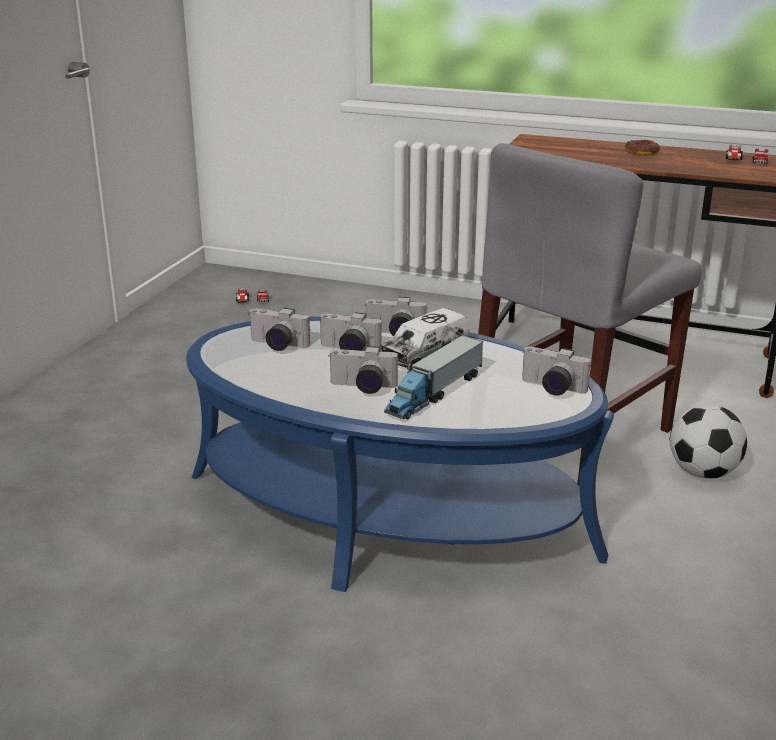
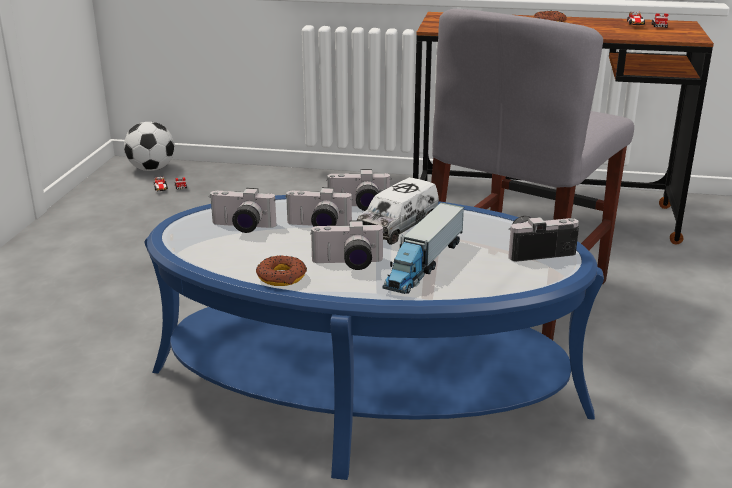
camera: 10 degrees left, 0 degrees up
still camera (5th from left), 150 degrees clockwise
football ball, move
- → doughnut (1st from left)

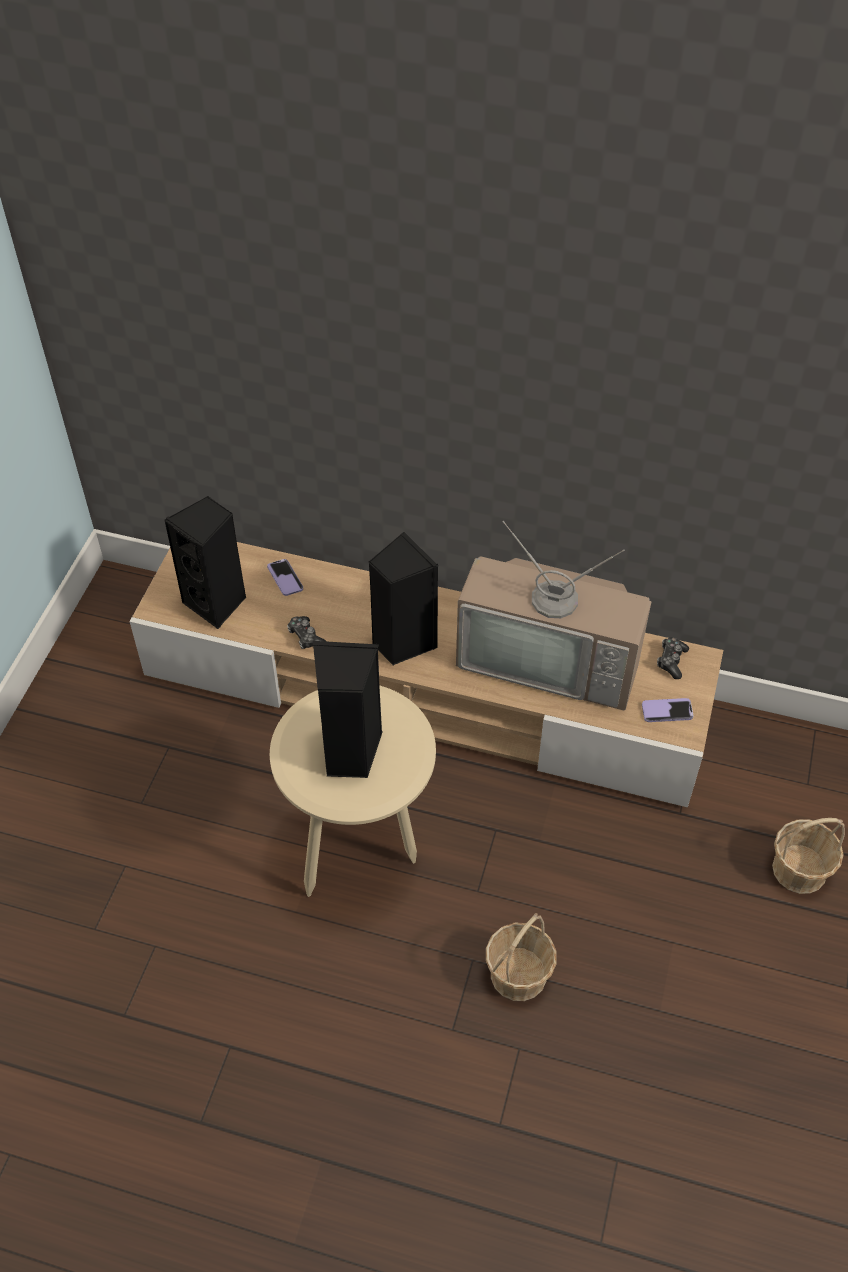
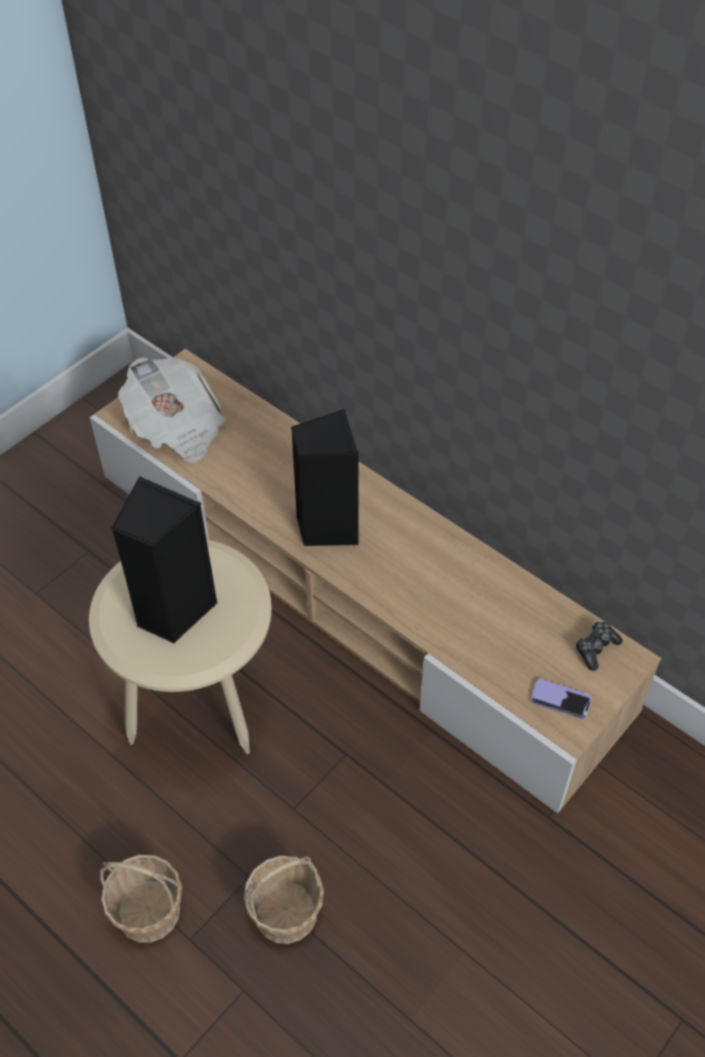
camera: 25 degrees right, 0 degrees up
speaker/blackish (1st from left) → daily paper
telephone (1st from left) → -
joypad (1st from left) → -
TV → -
household basket (2nd from left in the first image) → household basket (1st from left), move

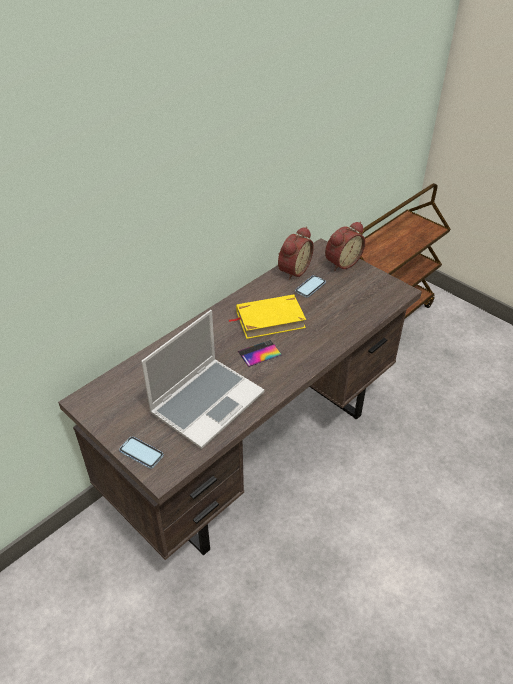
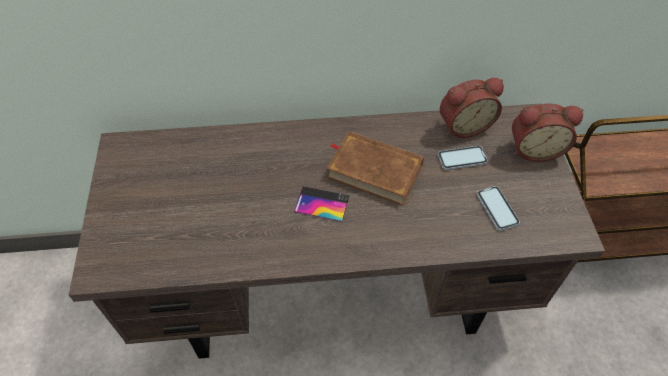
camera: 40 degrees right, 10 degrees up
telephone (1st from left in the first image) → telephone (3rd from left), move
laptop → -
volume/yellow → volume/brownish

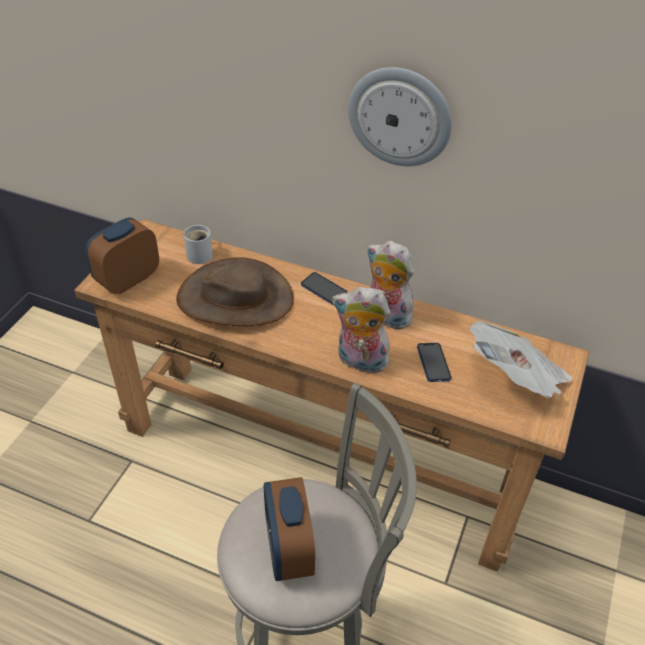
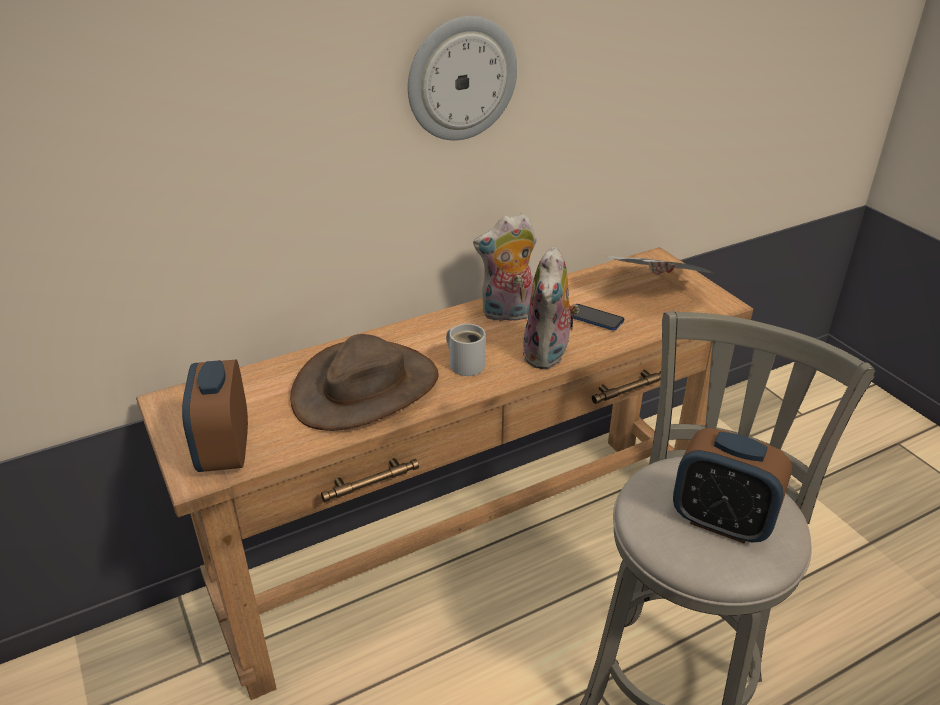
camera: 50 degrees left, 10 degrees down
coffee mug/white, move
telephone (1st from left) → -
cuddly toy (1st from left in the first image) → cuddly toy (2nd from left), 45 degrees counterclockwise

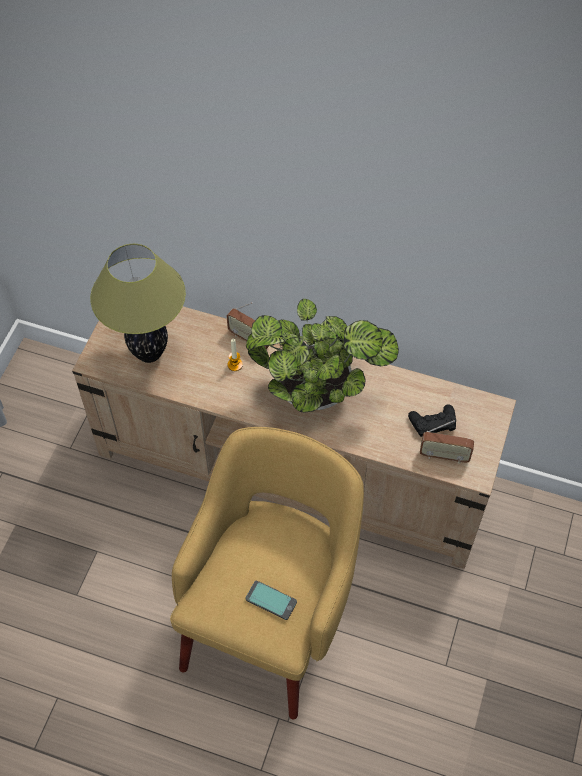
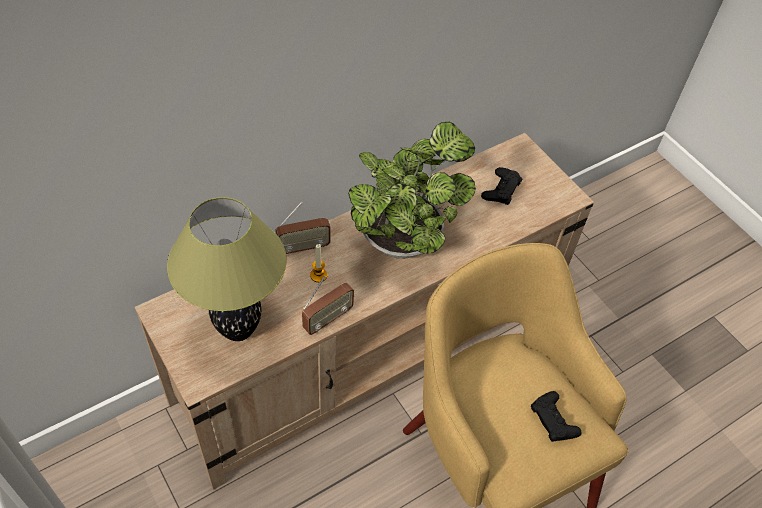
camera: 55 degrees left, 5 degrees down
telephone → joypad/blackish (2nd from left)
radio (2nd from left), move

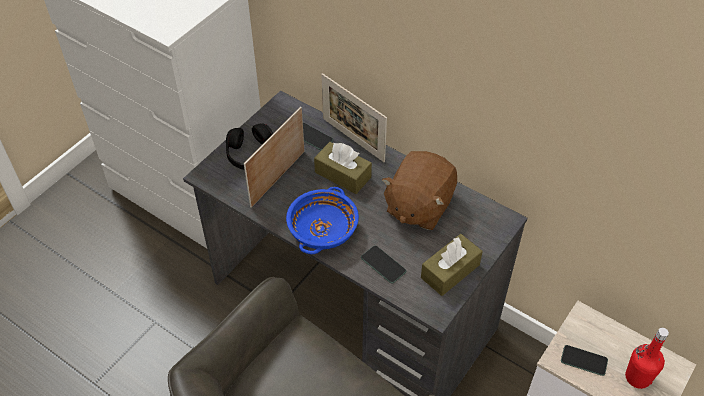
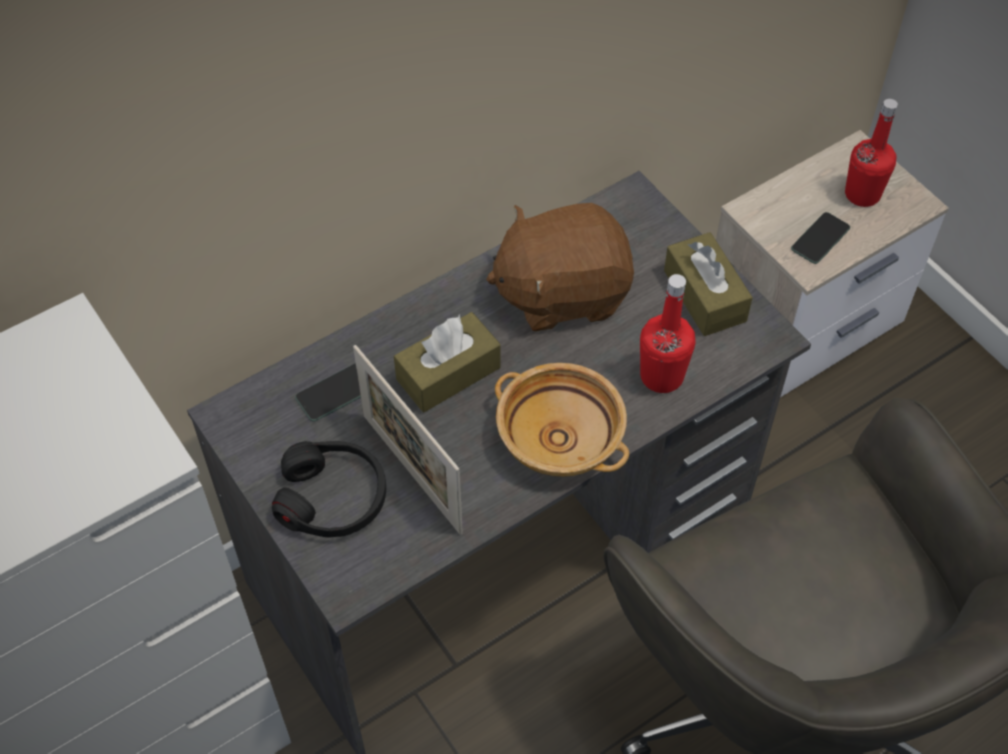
camera: 70 degrees left, 5 degrees up
serving bowl/blue → serving bowl/beige-coloured
photo frame (2nd from left) → -
telephone (2nd from left) → drink bottle/red (1st from left)
cuddly toy/brownish, 120 degrees clockwise

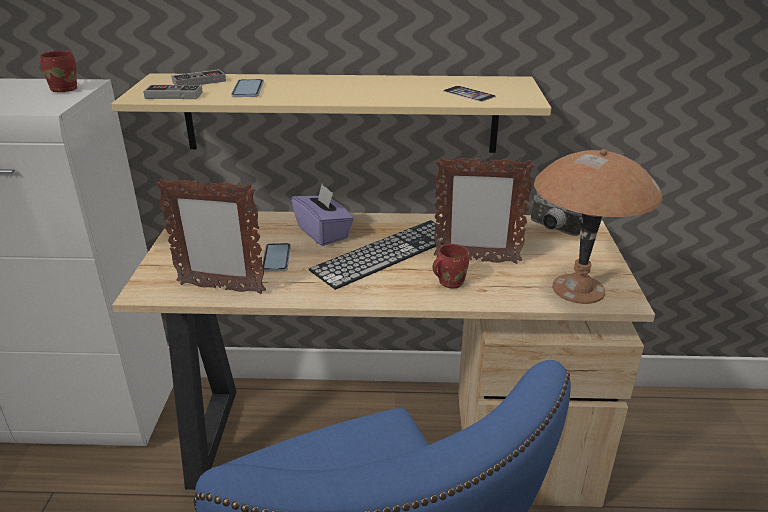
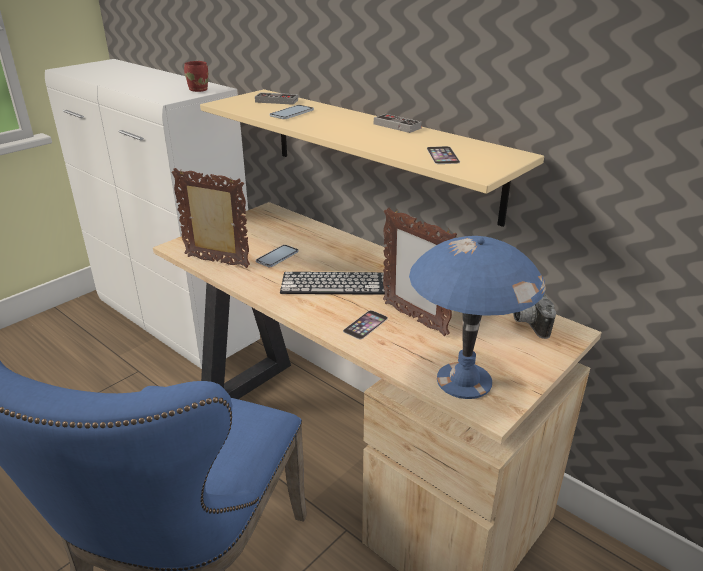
camera: 40 degrees right, 0 degrees up
joypad (1st from left in the first image) → joypad (2nd from left), move
photo frame (1st from left), 150 degrees clockwise
box of tissues/purplish → -
coffee mug/red (2nd from left) → telephone (3rd from left)
table lamp/brownish → table lamp/blue

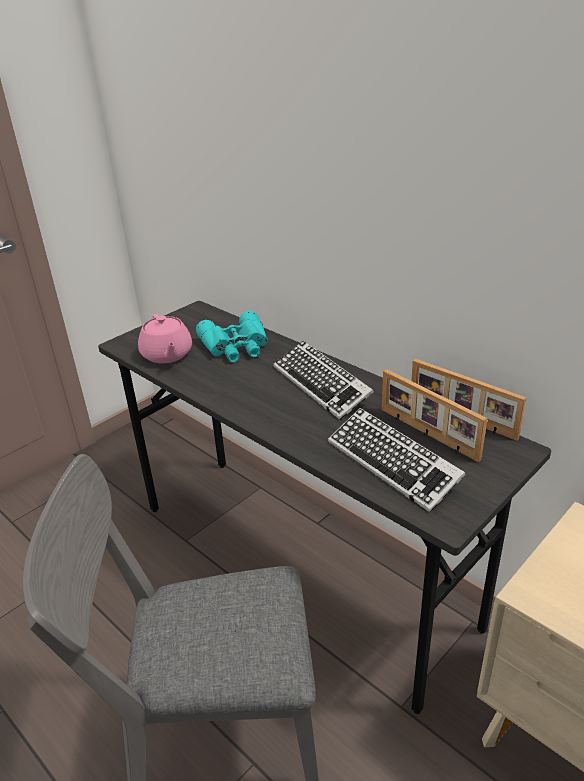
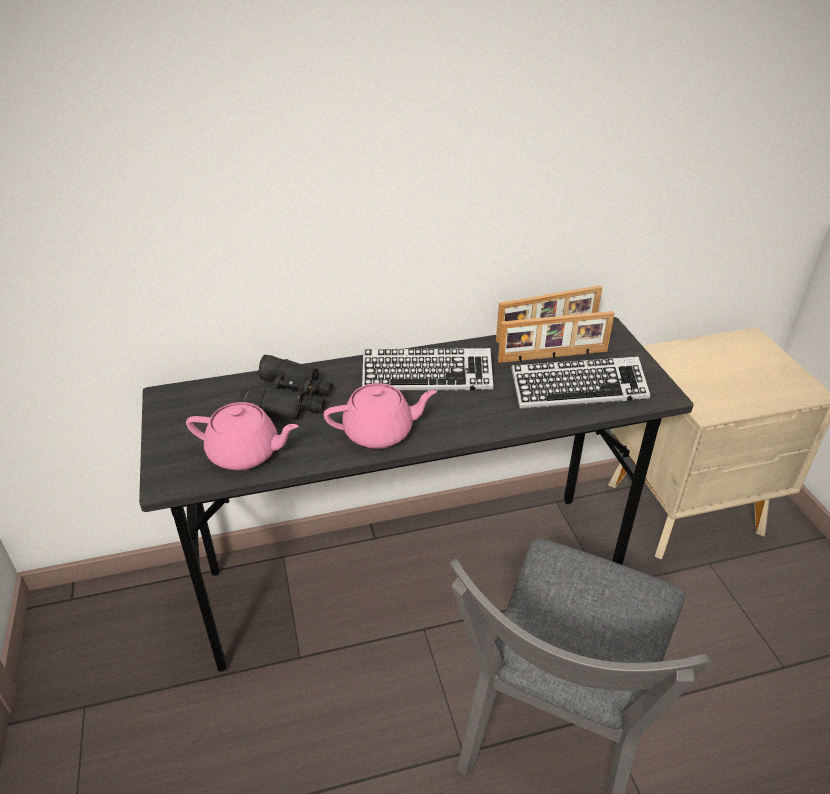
camera: 60 degrees left, 5 degrees up
field glasses/blue-green → field glasses/blackish
- → pot for tea/pinkish (2nd from left)

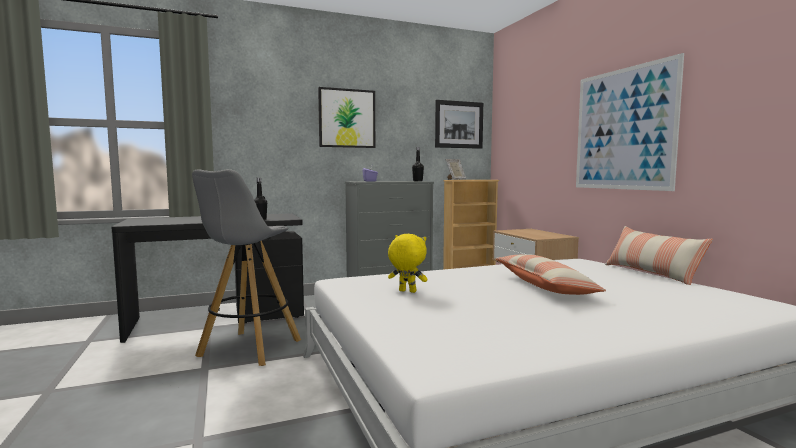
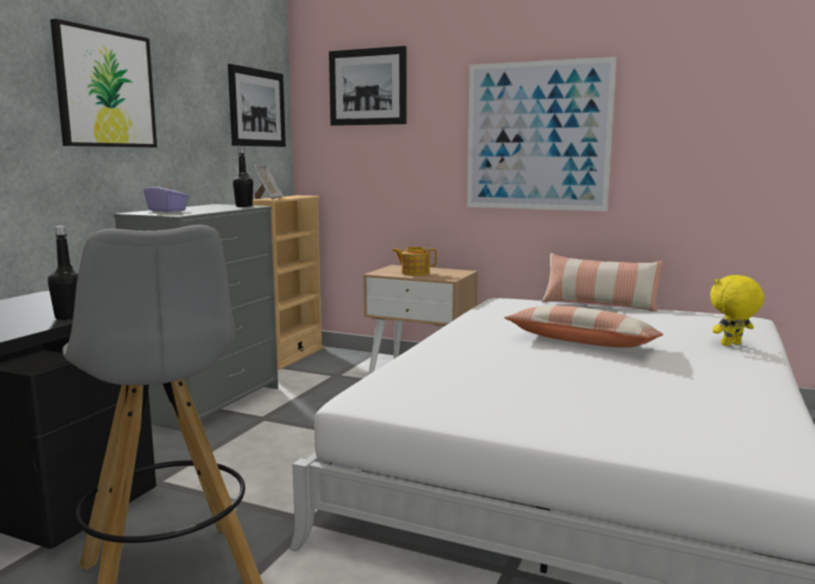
camera: 45 degrees left, 5 degrees up
cuddly toy/yellow, move
- → wall picture (3rd from left)
- → pot for tea

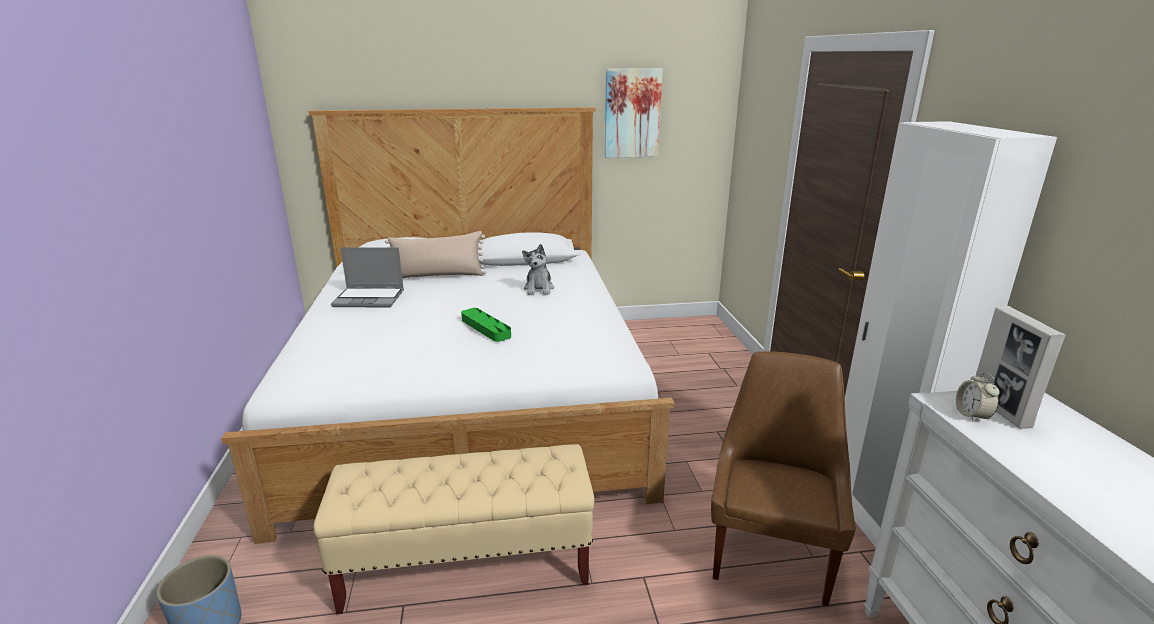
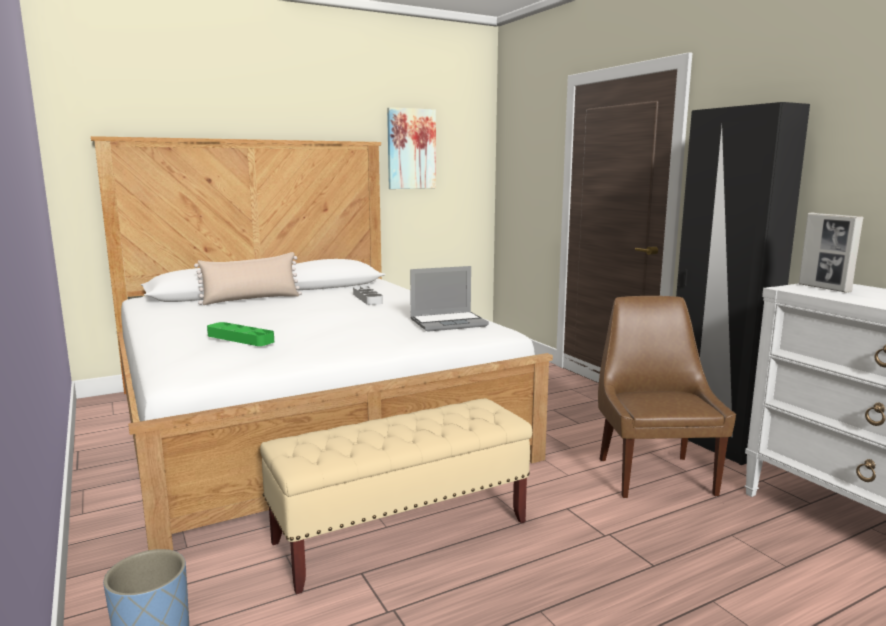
camera: 20 degrees left, 10 degrees down
laptop, move
carrying tray/green, move
cuddly toy → carrying tray/grey
wardrobe/white → wardrobe/blackish
alarm clock → -

